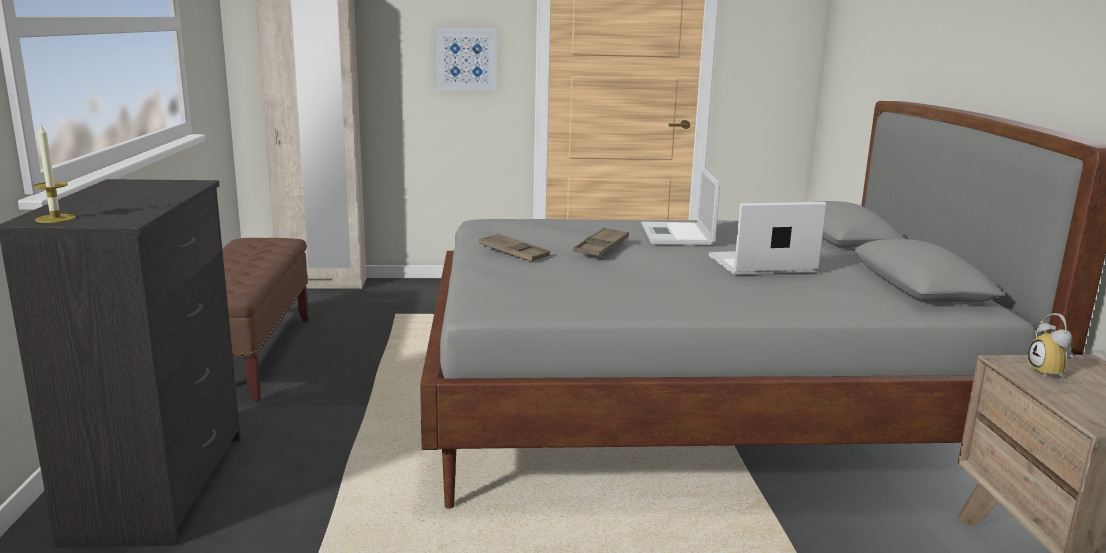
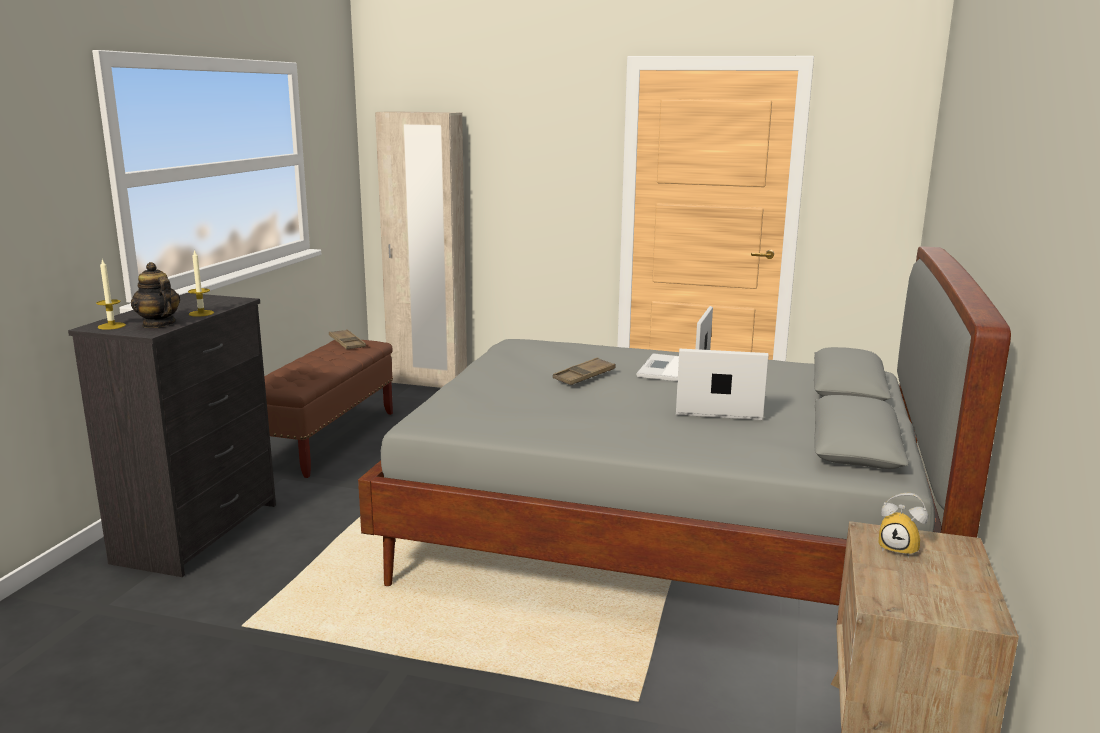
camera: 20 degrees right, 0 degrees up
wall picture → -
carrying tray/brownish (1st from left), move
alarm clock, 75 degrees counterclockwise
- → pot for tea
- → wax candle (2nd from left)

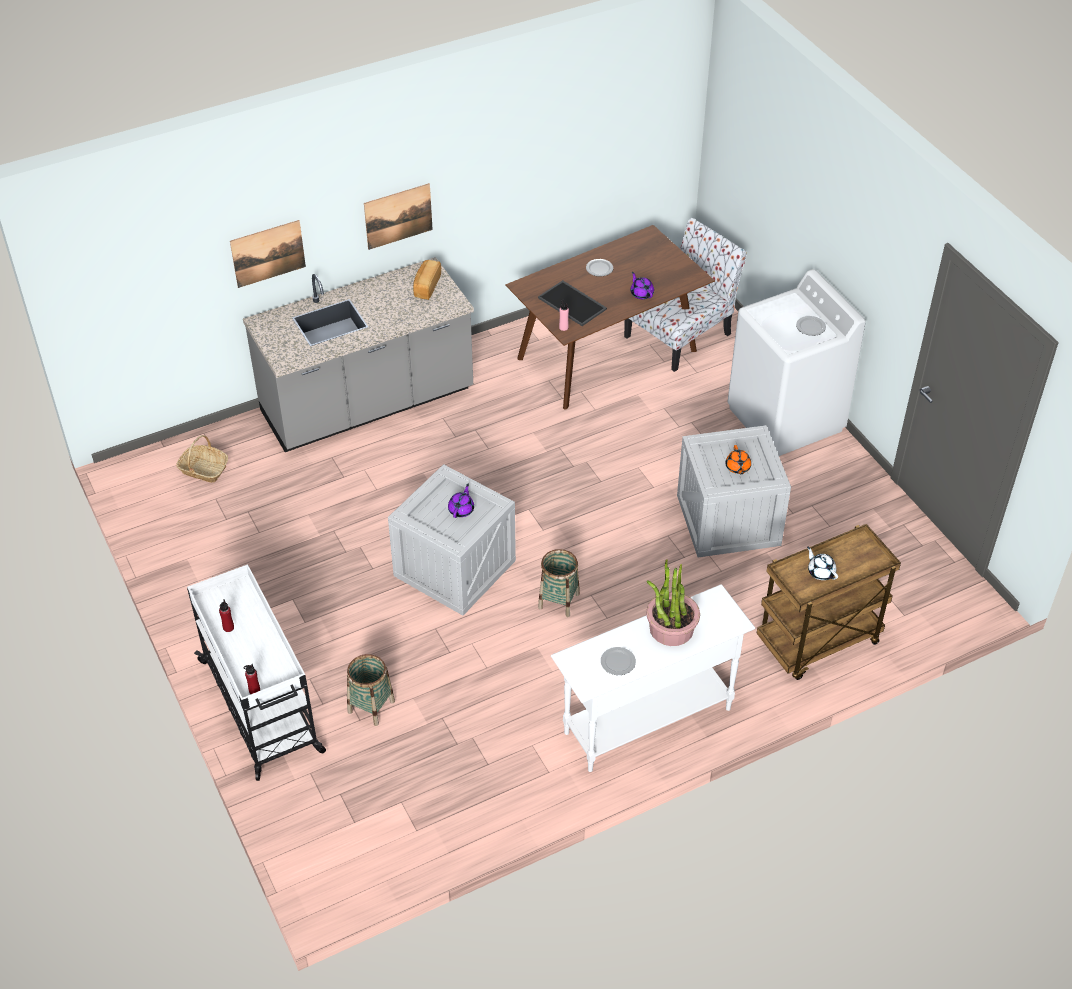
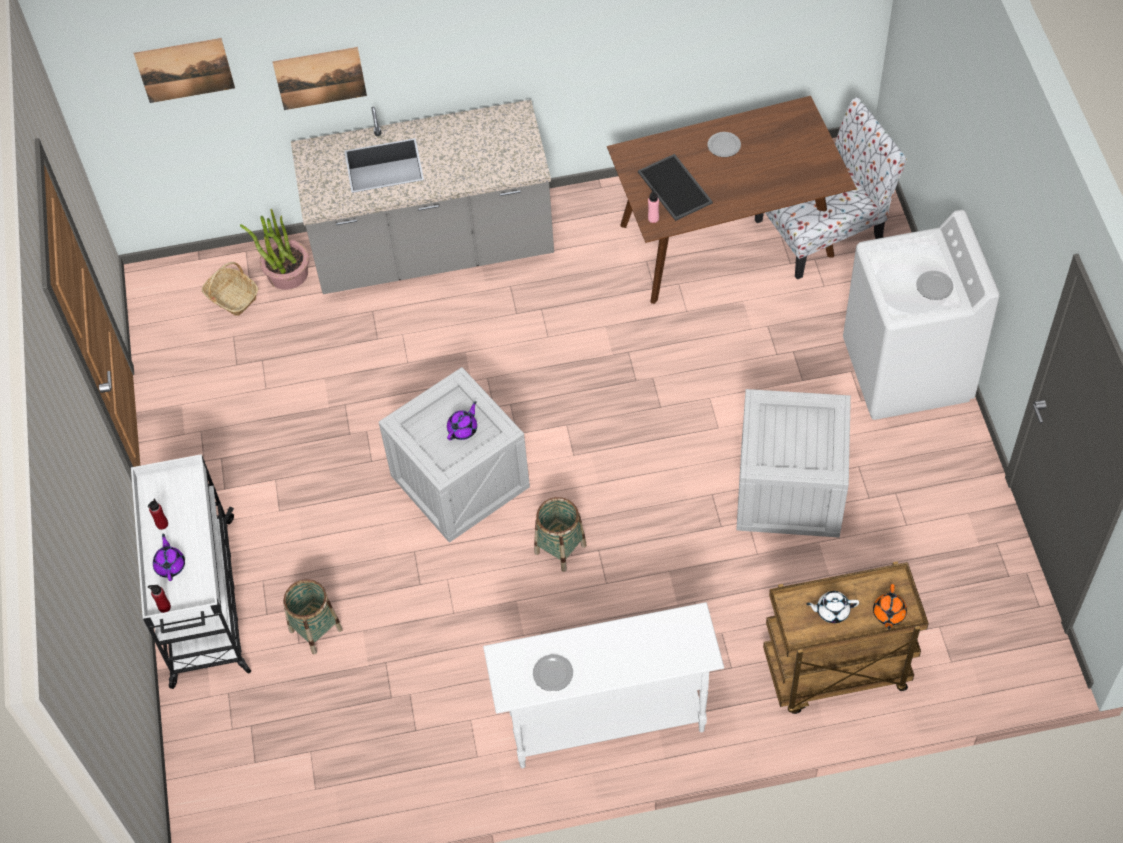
camera: 20 degrees right, 10 degrees up
wall picture (2nd from left in the first image) → wall picture (1st from left), move
bread → -
pot for tea/purplish (2nd from left in the first image) → pot for tea/purplish (1st from left), move
potted plant, move
pot for tea/orange-coloured, move
pot for tea/white, 75 degrees counterclockwise

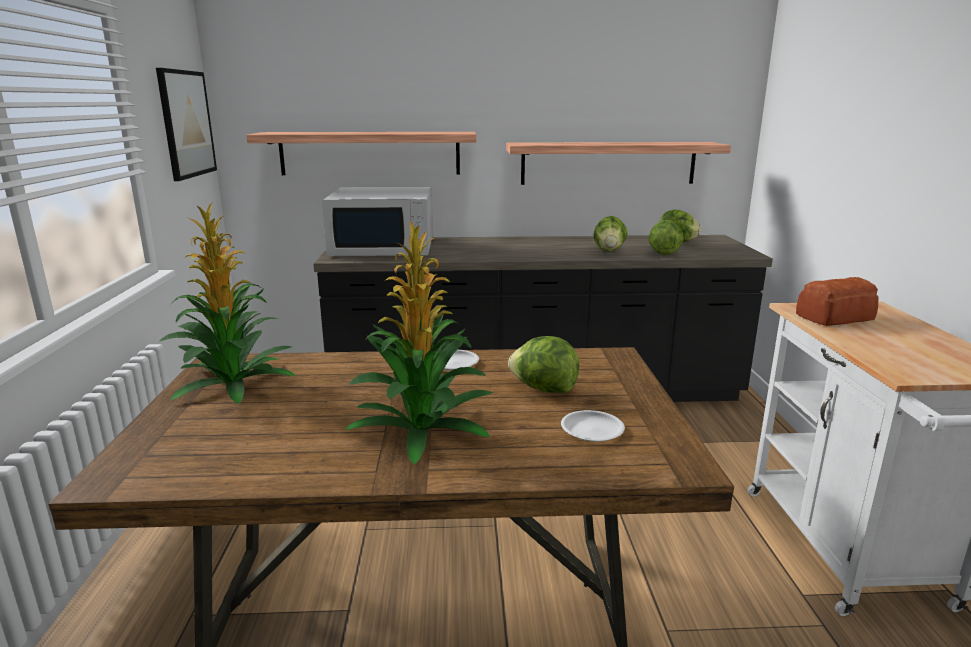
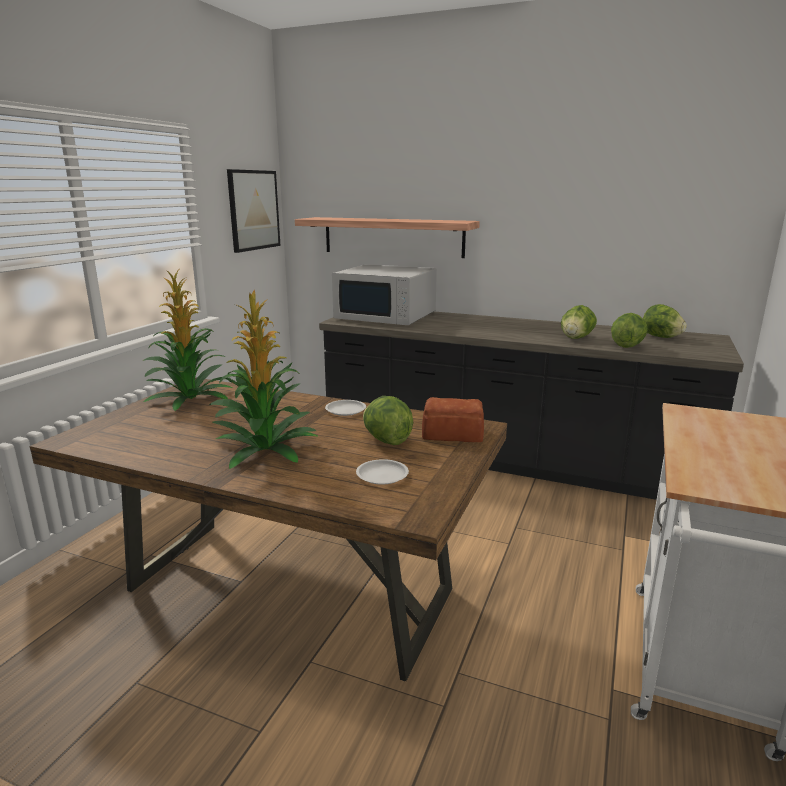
camera: 25 degrees right, 0 degrees up
bracket shelf (2nd from left) → -
bread, move

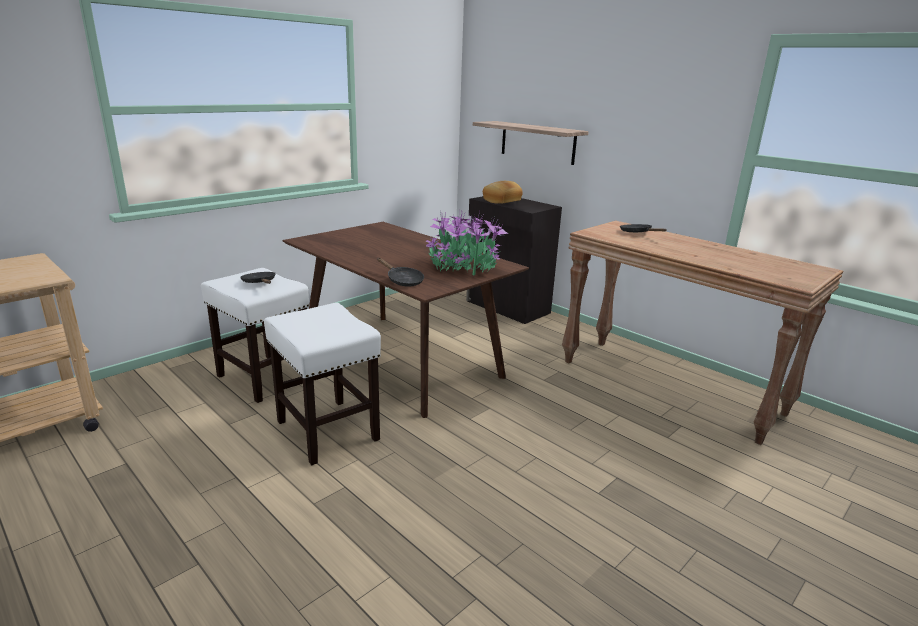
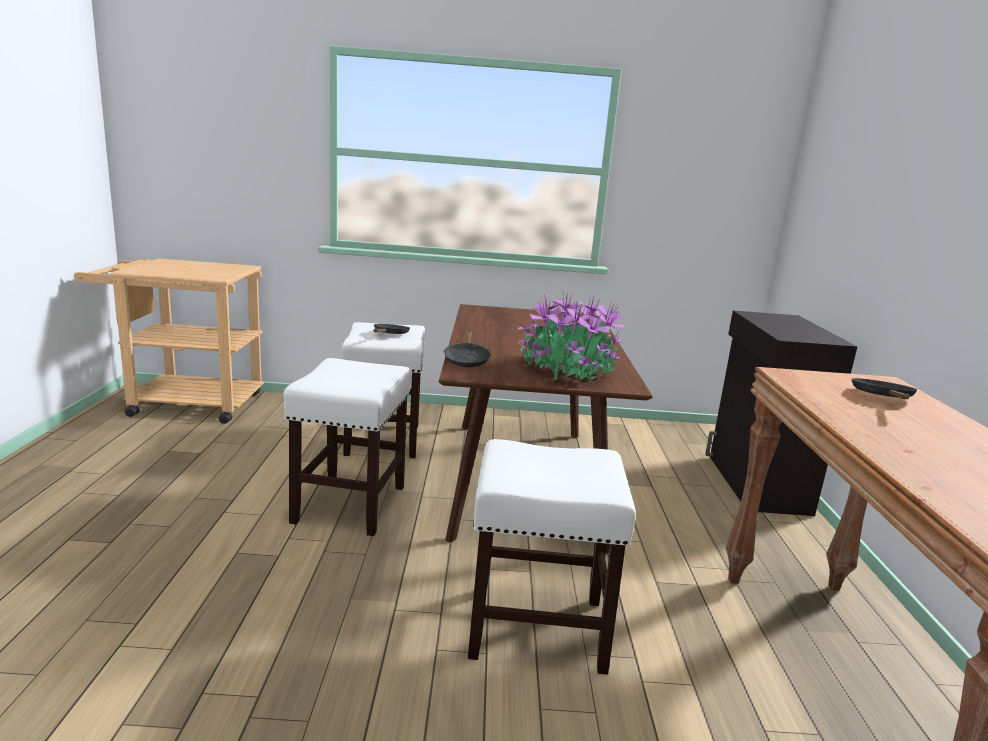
camera: 45 degrees right, 5 degrees down
bracket shelf → -
bread → -
- → stool seat/white (3rd from left)

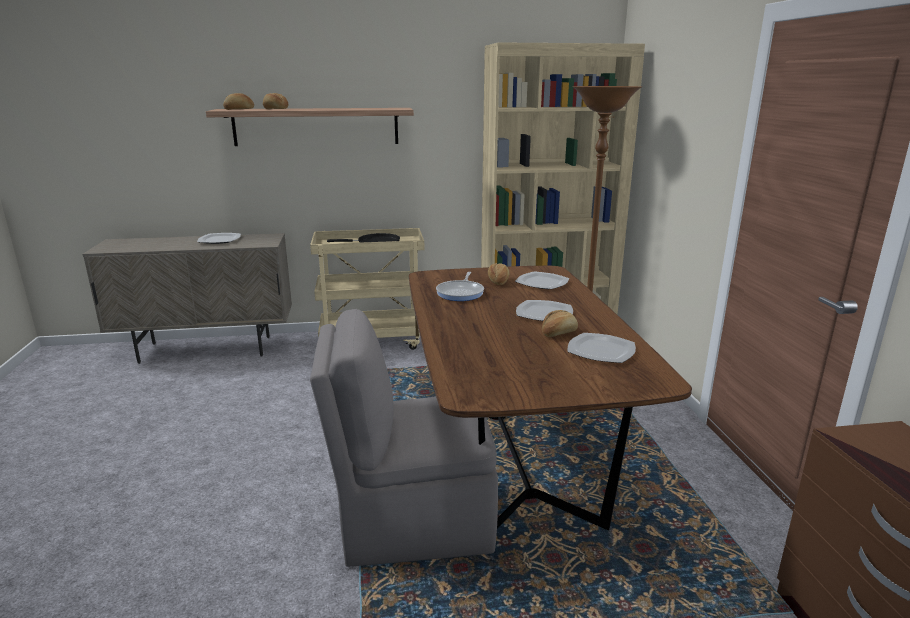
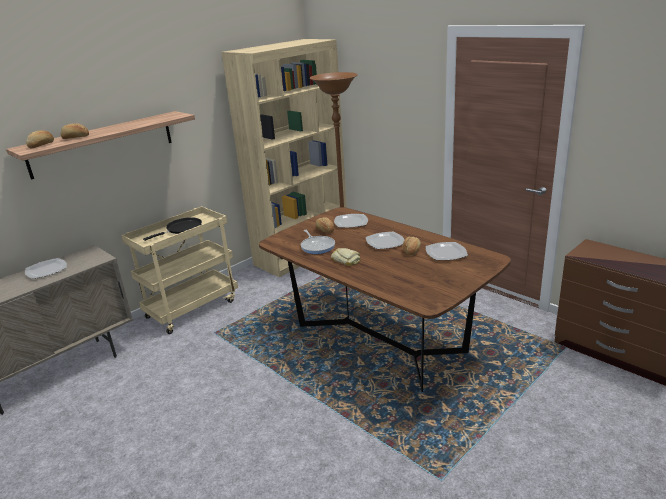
camera: 35 degrees left, 5 degrees up
chair/grey → -
- → bread (4th from left)

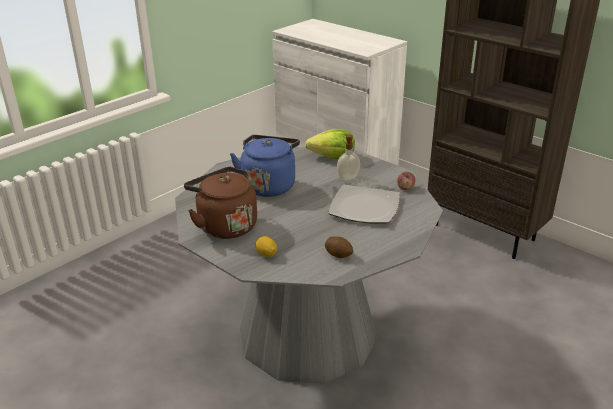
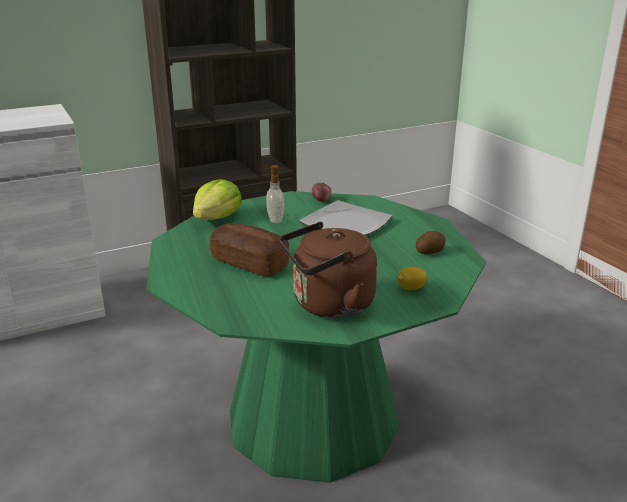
camera: 70 degrees left, 5 degrees down
kitchen table/grey → kitchen table/green
water kettle/blue → bread

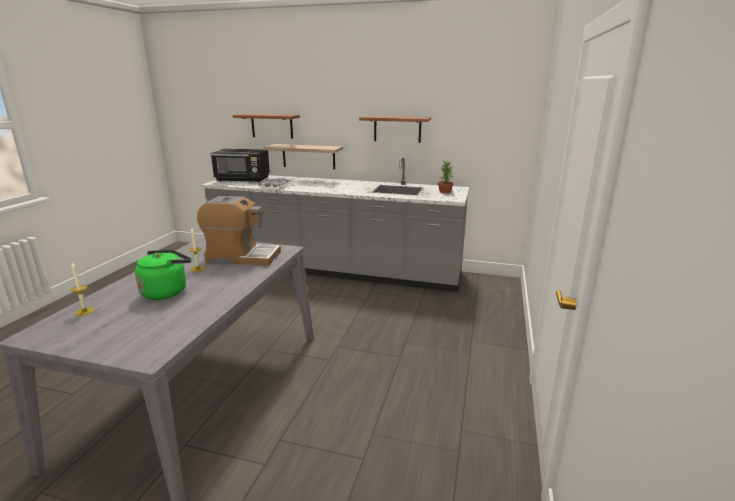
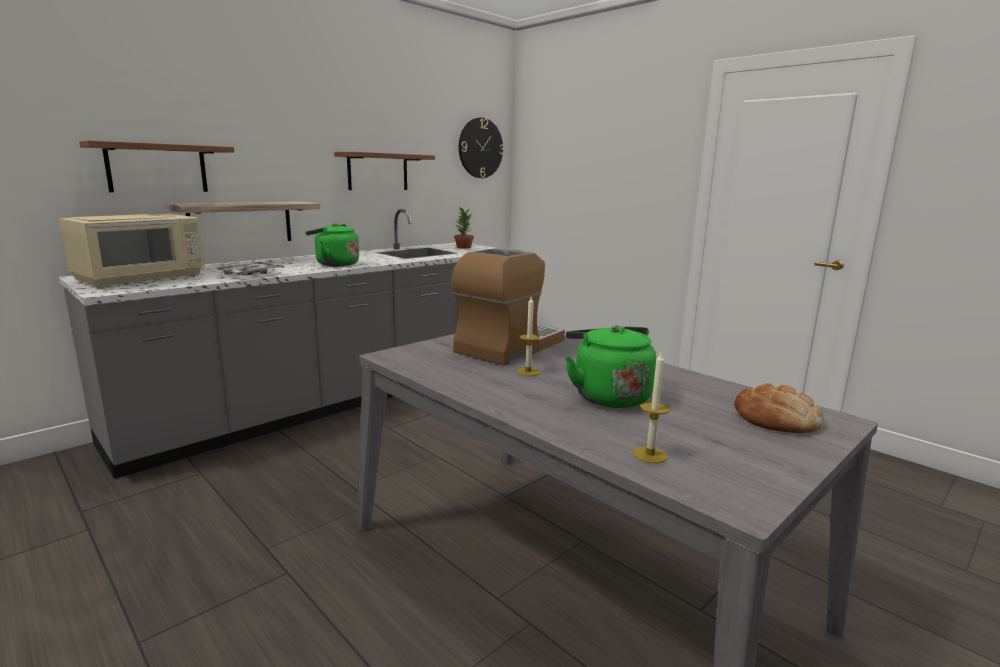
camera: 60 degrees left, 5 degrees down
kitchen microwave/blackish → kitchen microwave/beige-coloured
- → water kettle/green (1st from left)
- → wall clock
- → bread

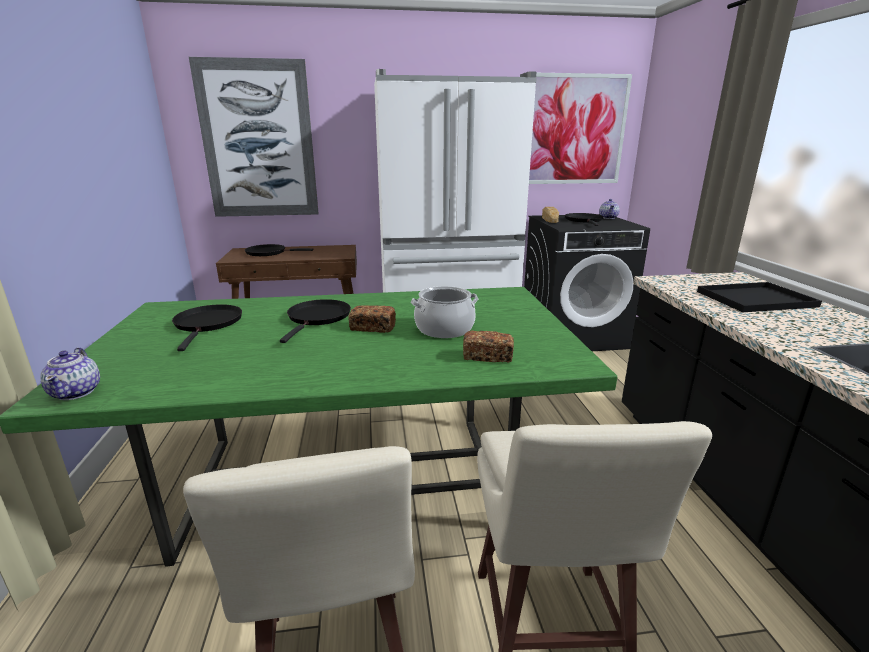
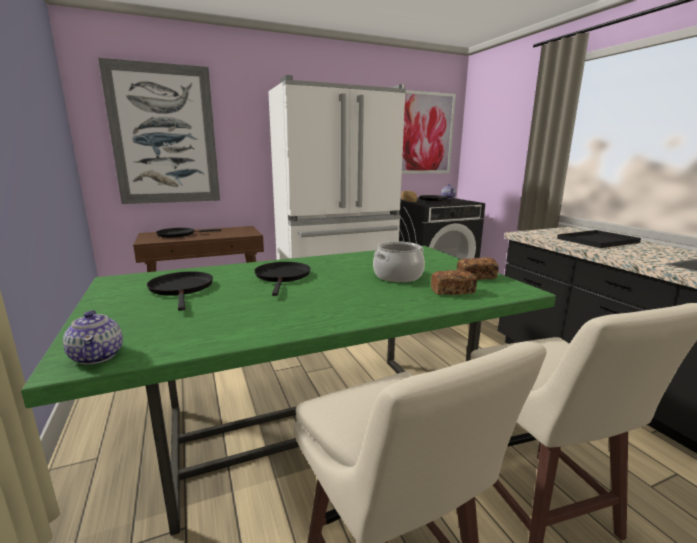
camera: 15 degrees left, 5 degrees down
bread (1st from left in the first image) → bread (3rd from left), move

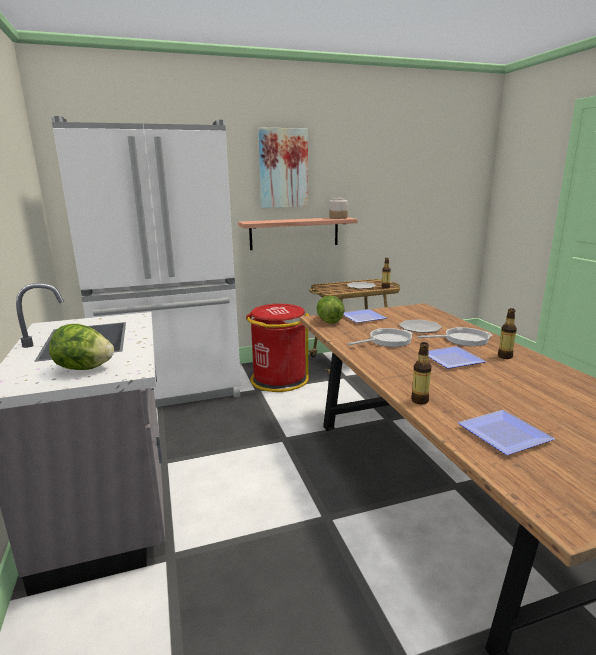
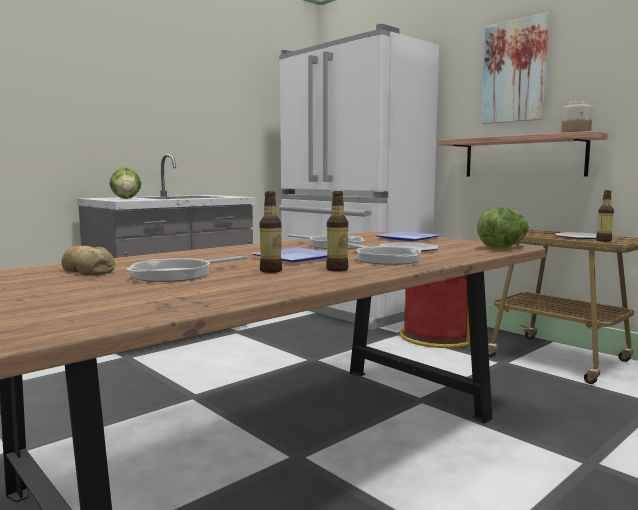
camera: 65 degrees right, 10 degrees down
head of lettuce (2nd from left), move
drink bottle (2nd from left in the first image) → drink bottle (1st from left), move
flat dish (5th from left) → bread
- → skillet (1st from left)

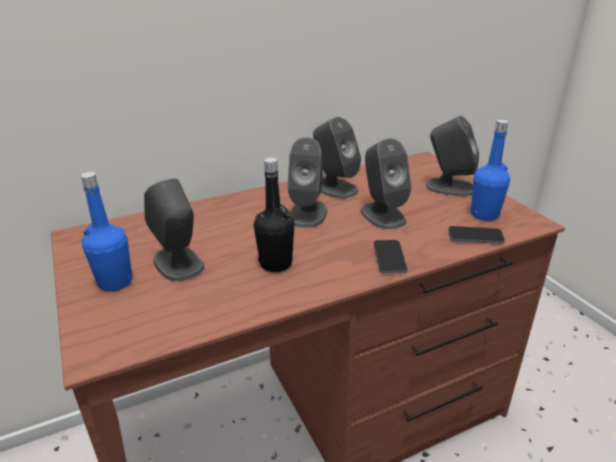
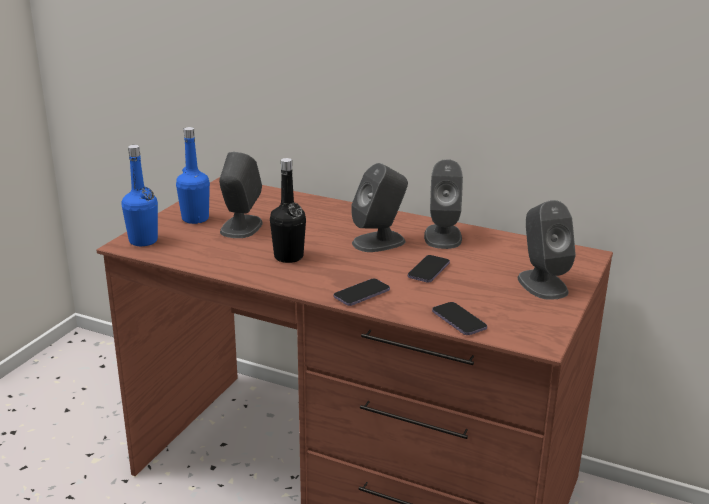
camera: 50 degrees right, 5 degrees down
speaker/grey (4th from left) → telephone (2nd from left)
drink bottle/blue (2nd from left in the first image) → drink bottle/blue (1st from left), move

